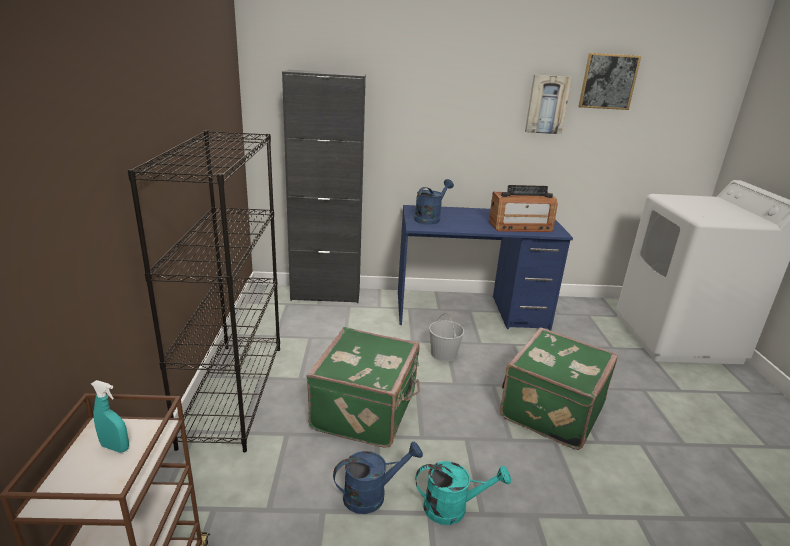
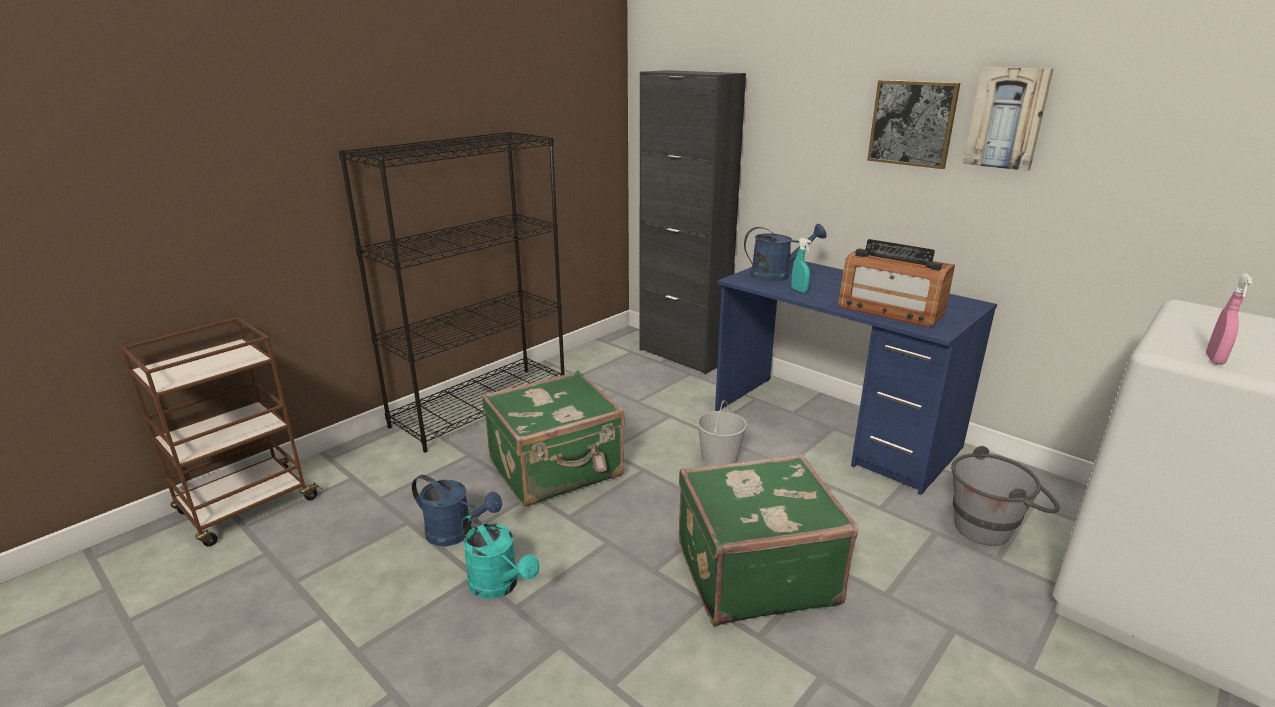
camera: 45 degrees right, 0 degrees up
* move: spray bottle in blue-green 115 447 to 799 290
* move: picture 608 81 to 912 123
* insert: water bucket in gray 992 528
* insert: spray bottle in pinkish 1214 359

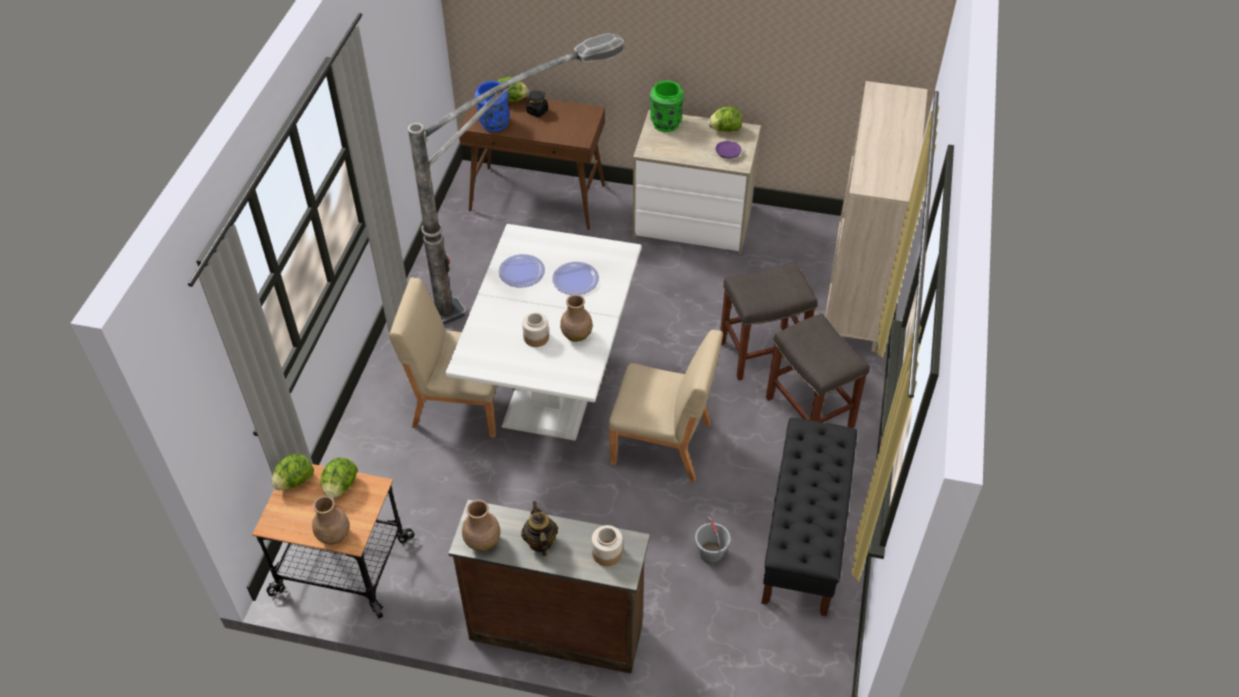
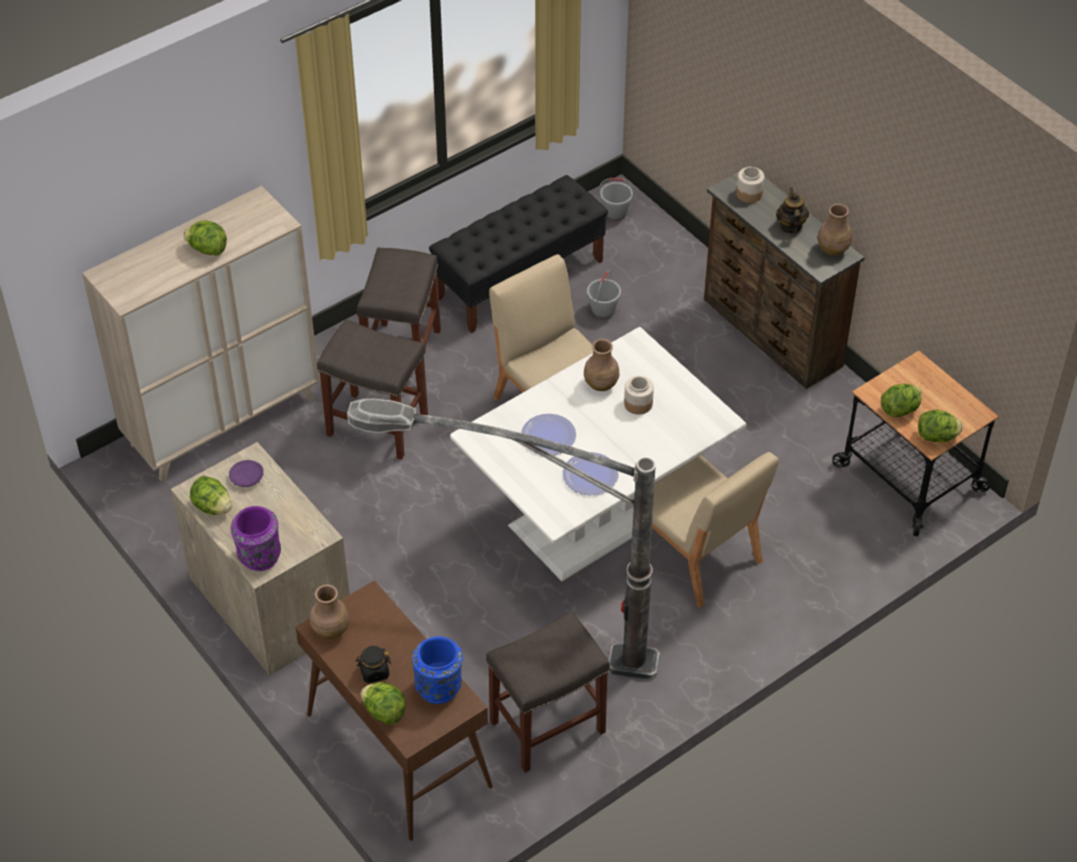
camera: 140 degrees left, 0 degrees up
* insert: lettuce 207 249
* recolor: decorative vase in green 666 123 to decorative vase in purplish 259 557
* move: decorative vase in brown-coloured 334 536 to 331 629
* insert: stool seat in gray 546 728
* insert: water bucket in gray 615 213
* rotate: tea pot 540 542 = 790 226 150 degrees clockwise

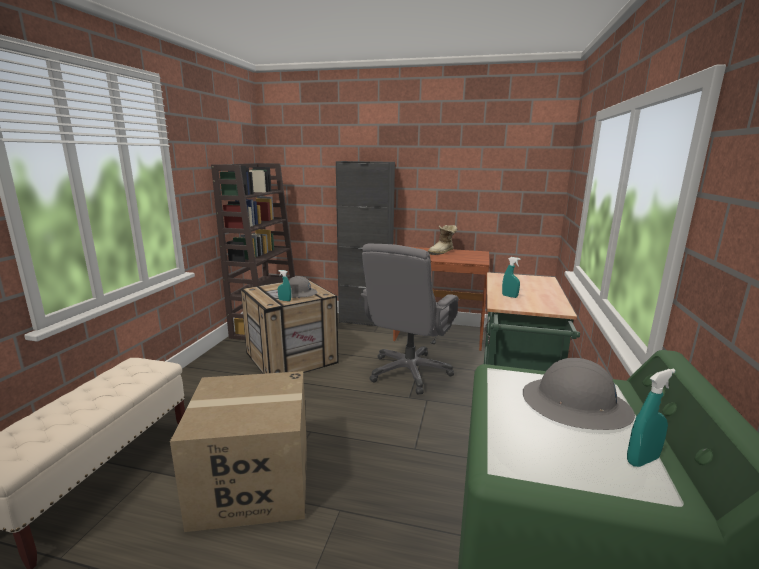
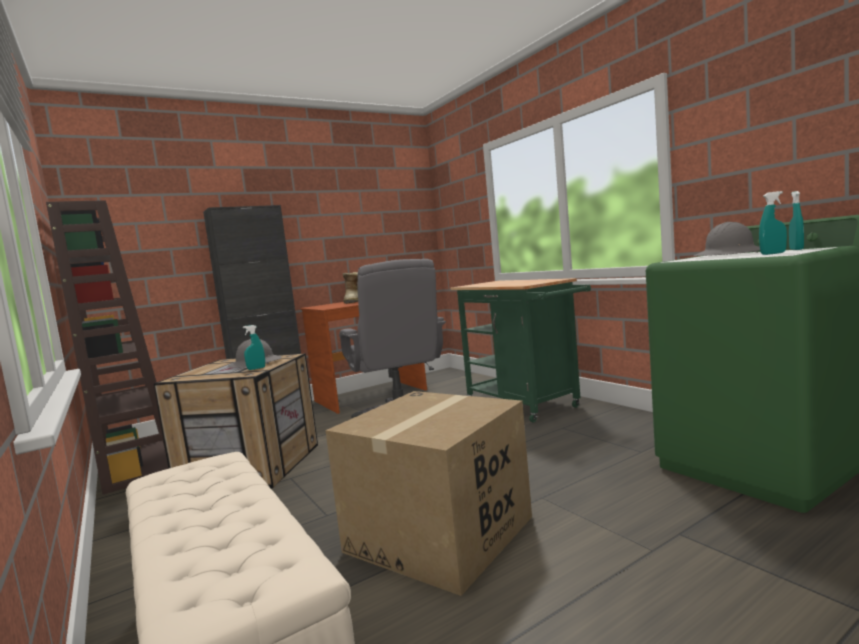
camera: 45 degrees left, 10 degrees down
* move: spray bottle in blue-green 509 296 to 773 253

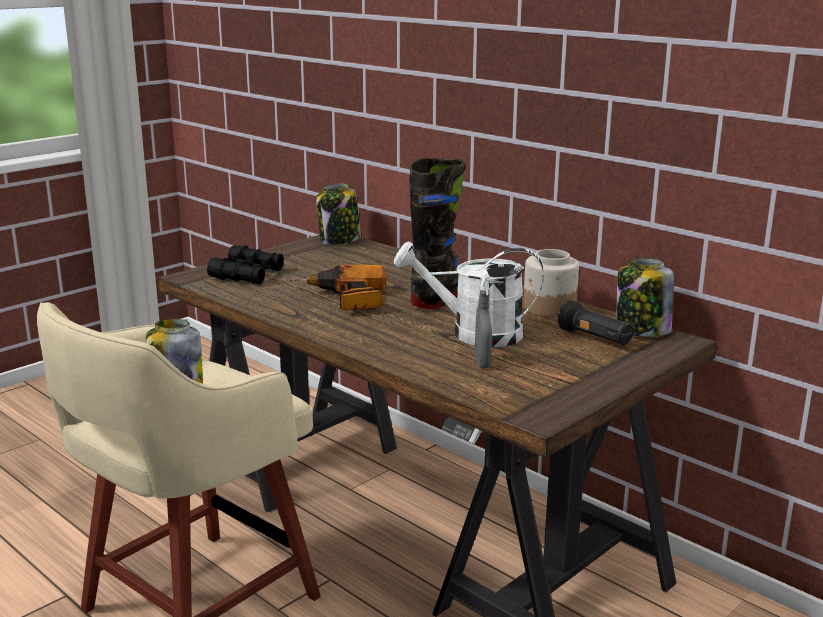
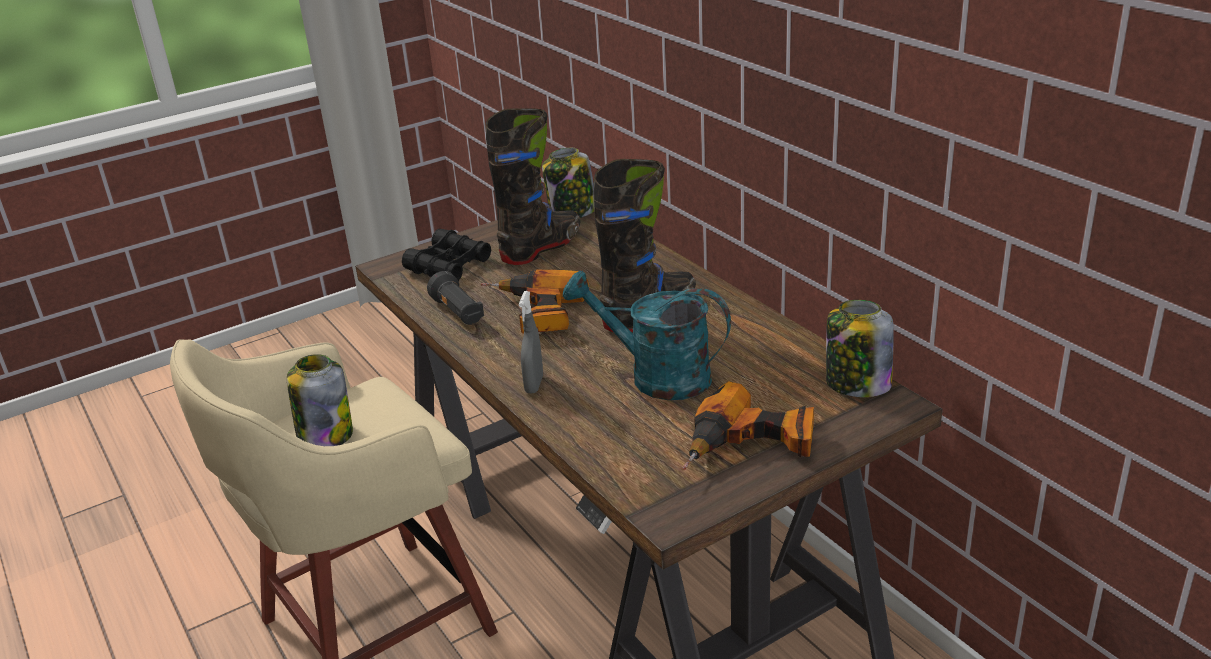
camera: 15 degrees right, 10 degrees up
* move: torch in black 595 339 to 458 313
* insert: high-top boot in black 541 247
* move: spray bottle in gray 482 362 to 534 384
* recolor: sprinkling can in white-coloured 473 334 to sprinkling can in blue-green 656 376
* insert: electric drill 751 447
* delete: preserve jar 549 308

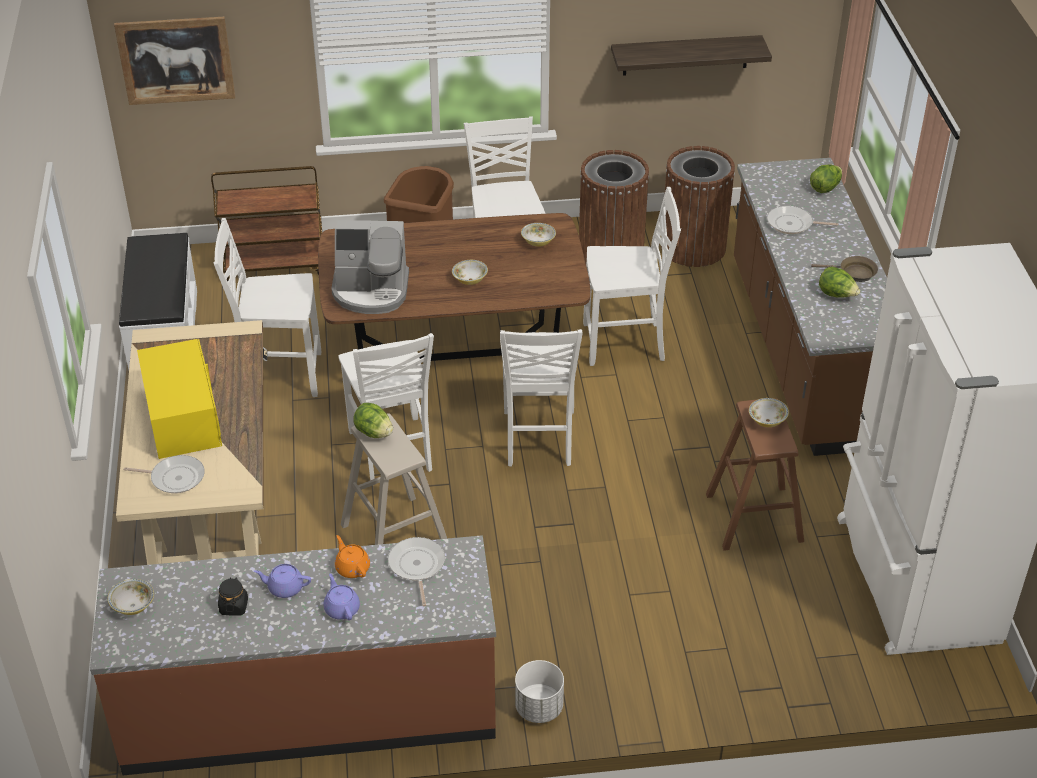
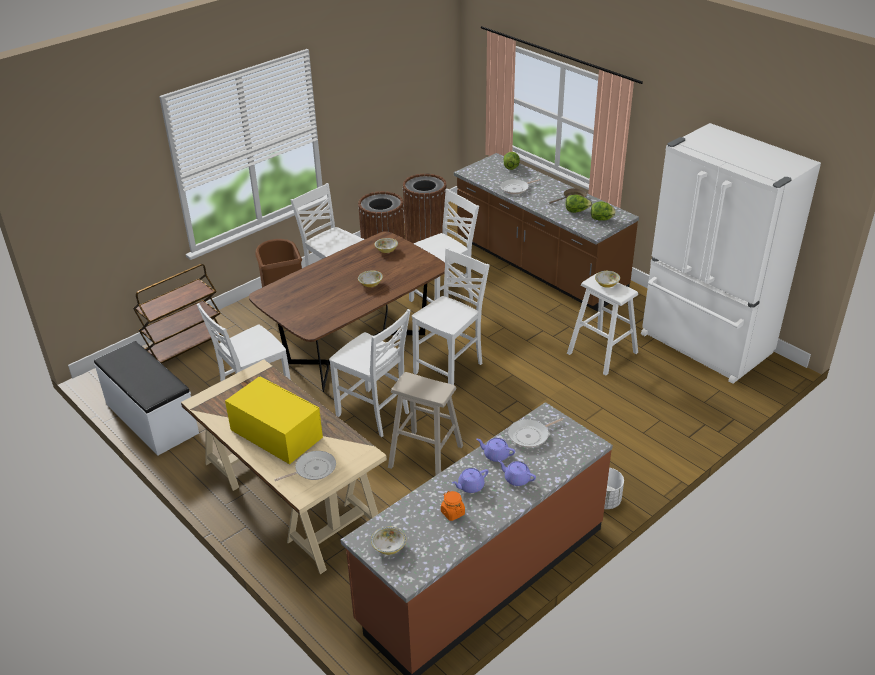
camera: 35 degrees left, 5 degrees down
* rotate: chair in white-coloured 538 439 = 450 368 105 degrees counterclockwise
* recolor: preserve jar in black 234 606 to preserve jar in orange 452 513
* recolor: tea pot in orange 352 567 to tea pot in purplish 495 455
* rotate: skillet 417 566 = 530 435 75 degrees counterclockwise
* recolor: stool seat in brown-coloured 754 518 to stool seat in white-coloured 602 353
* move: lettuce 374 433 to 601 219
* delete: picture 176 60
* delete: coffee maker 371 291
* delete: shelf 685 55

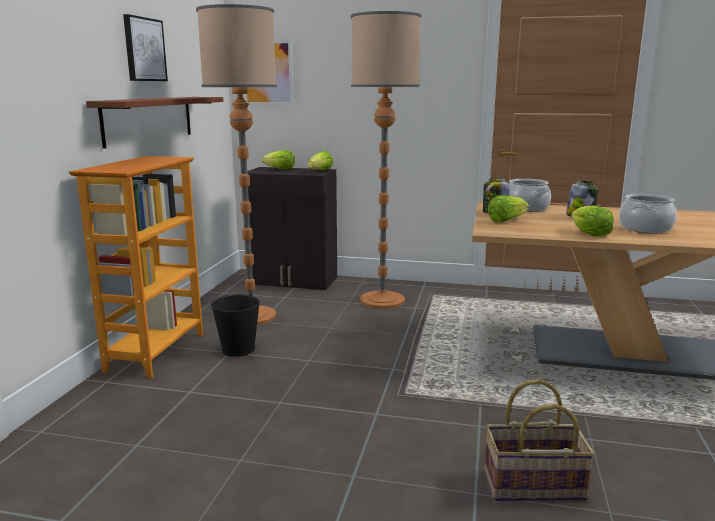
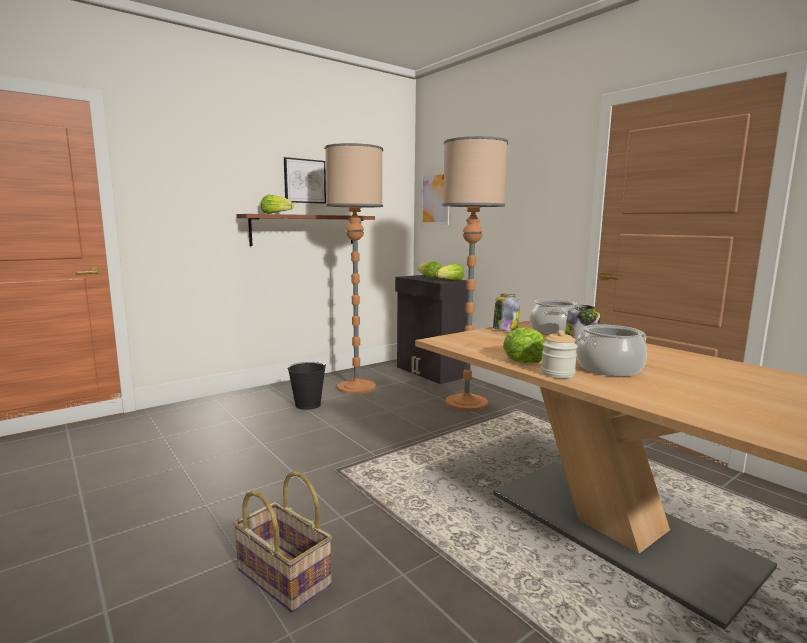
camera: 40 degrees right, 5 degrees down
* move: lettuce 506 221 to 276 214
* insert: preserve jar 557 374
* delete: bookcase 155 352

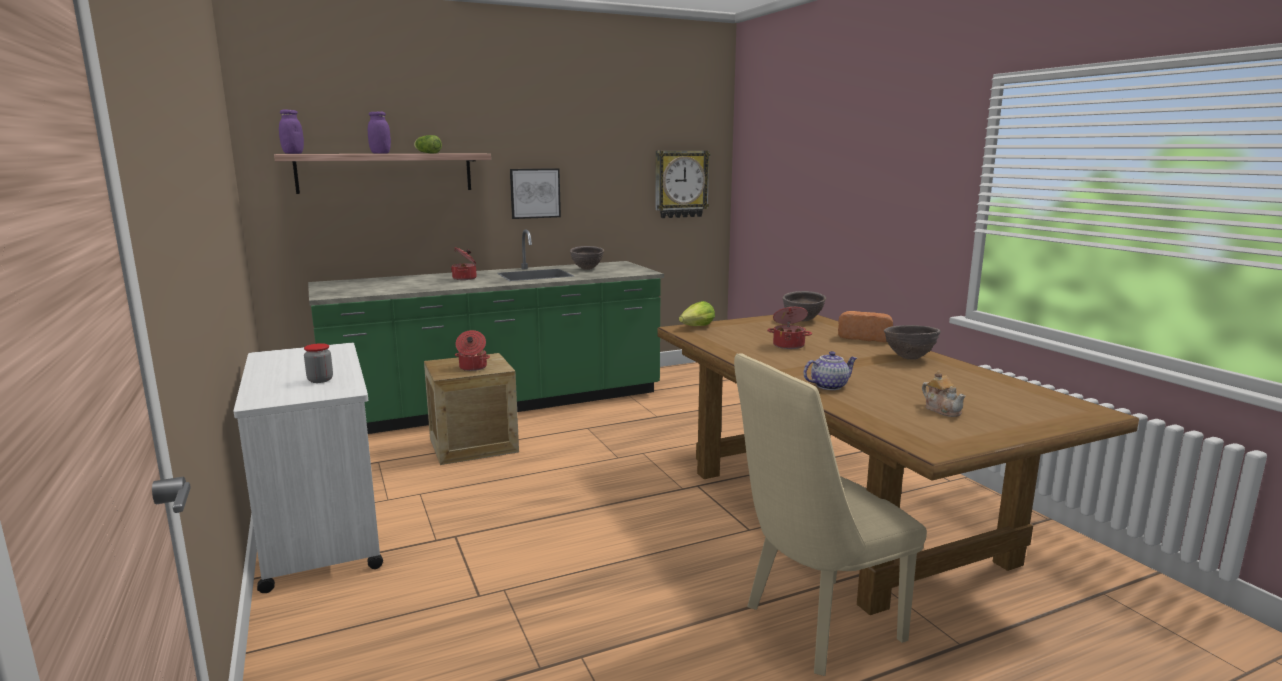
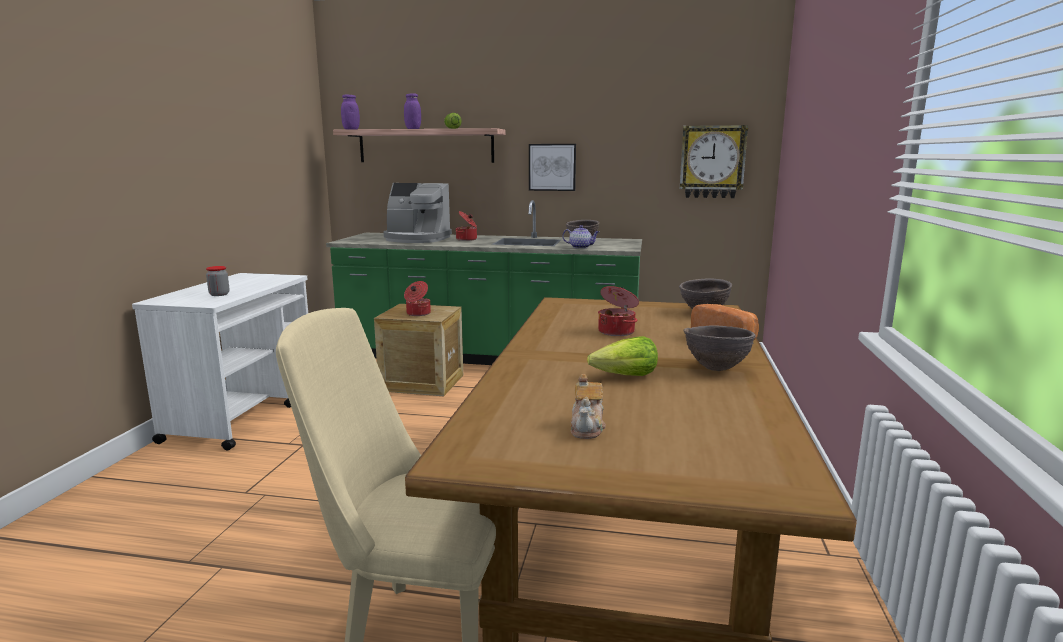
camera: 35 degrees right, 0 degrees up
* insert: coffee maker 416 239
* move: tea pot 829 386 to 580 247
* move: lettuce 697 327 to 625 376

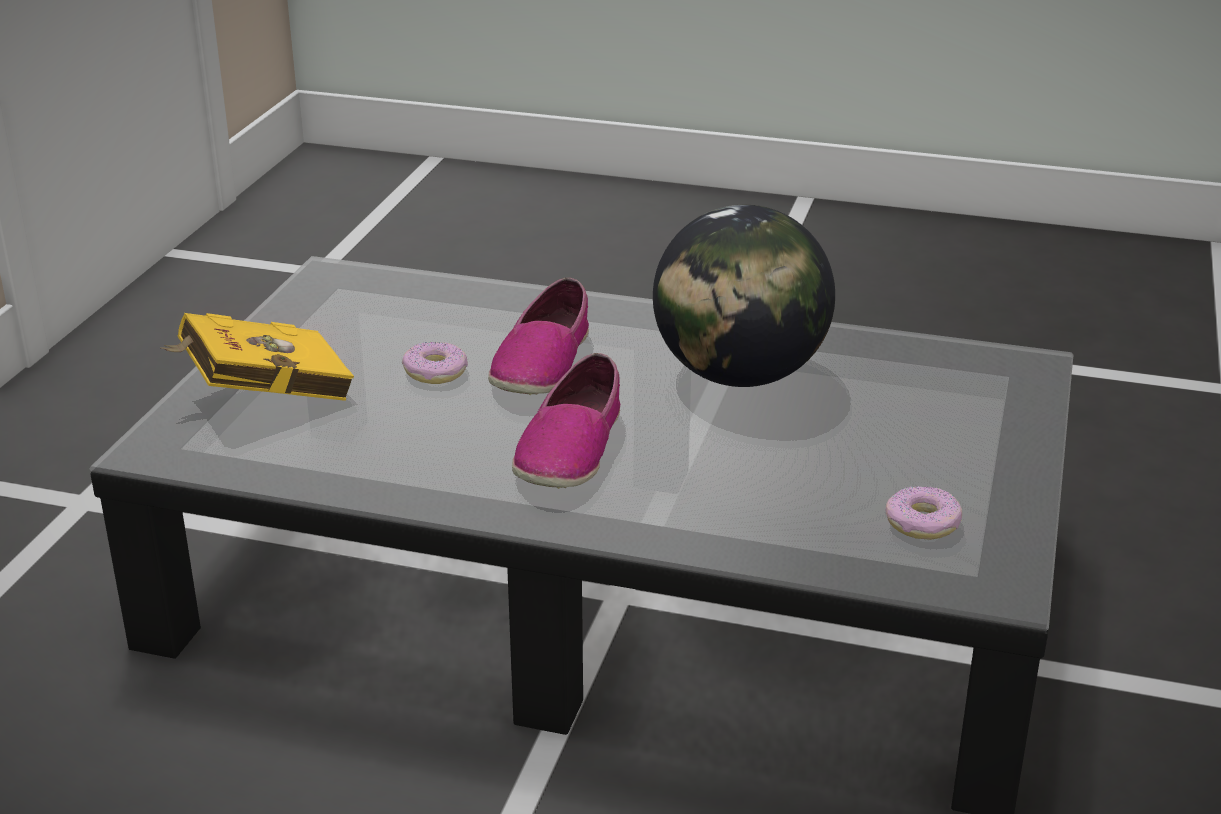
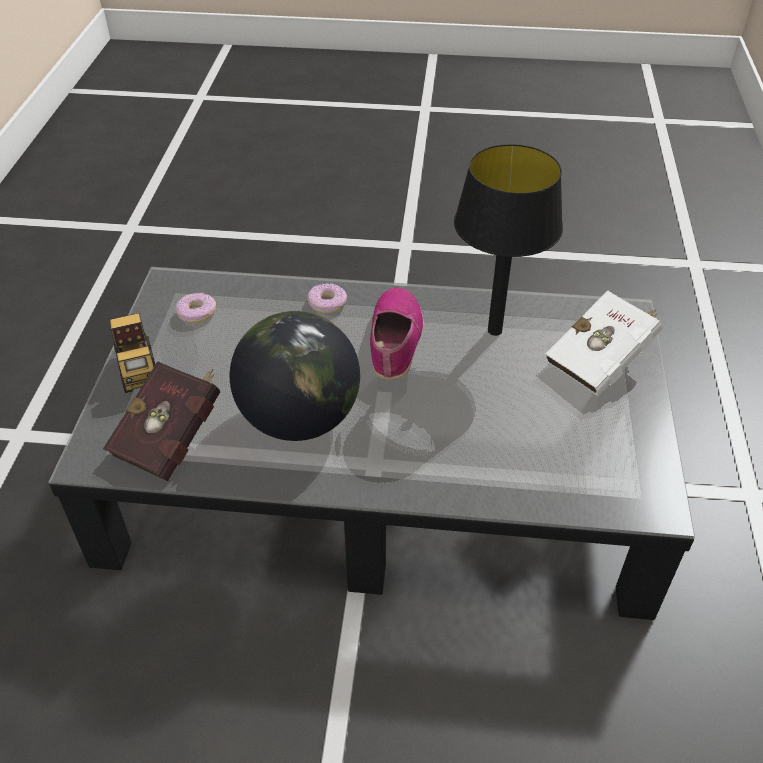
camera: 170 degrees right, 15 degrees up
* insert: book in reddish 173 437
* insert: model truck 138 369
* move: ring doughnut 436 372 to 327 303
* insert: lamp for a table in black 495 330
* recolor: book in yellow-coloured 261 395 to book in white-coloured 602 361
* delete: low shoe 542 364

